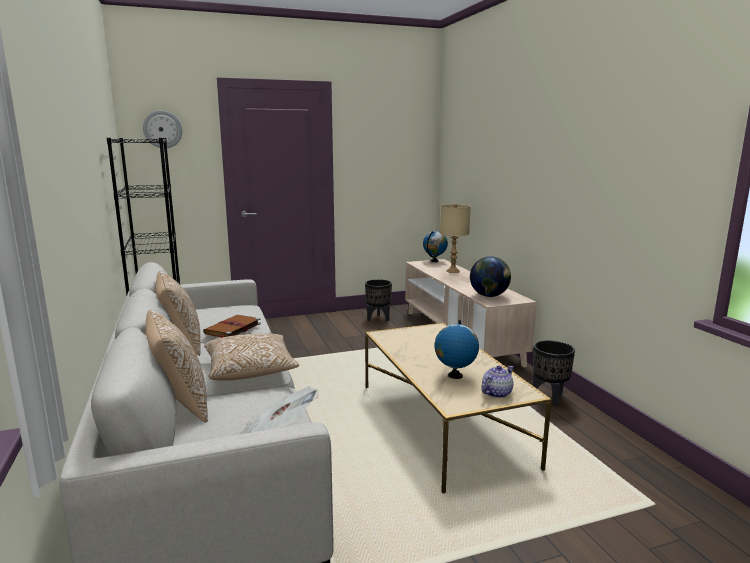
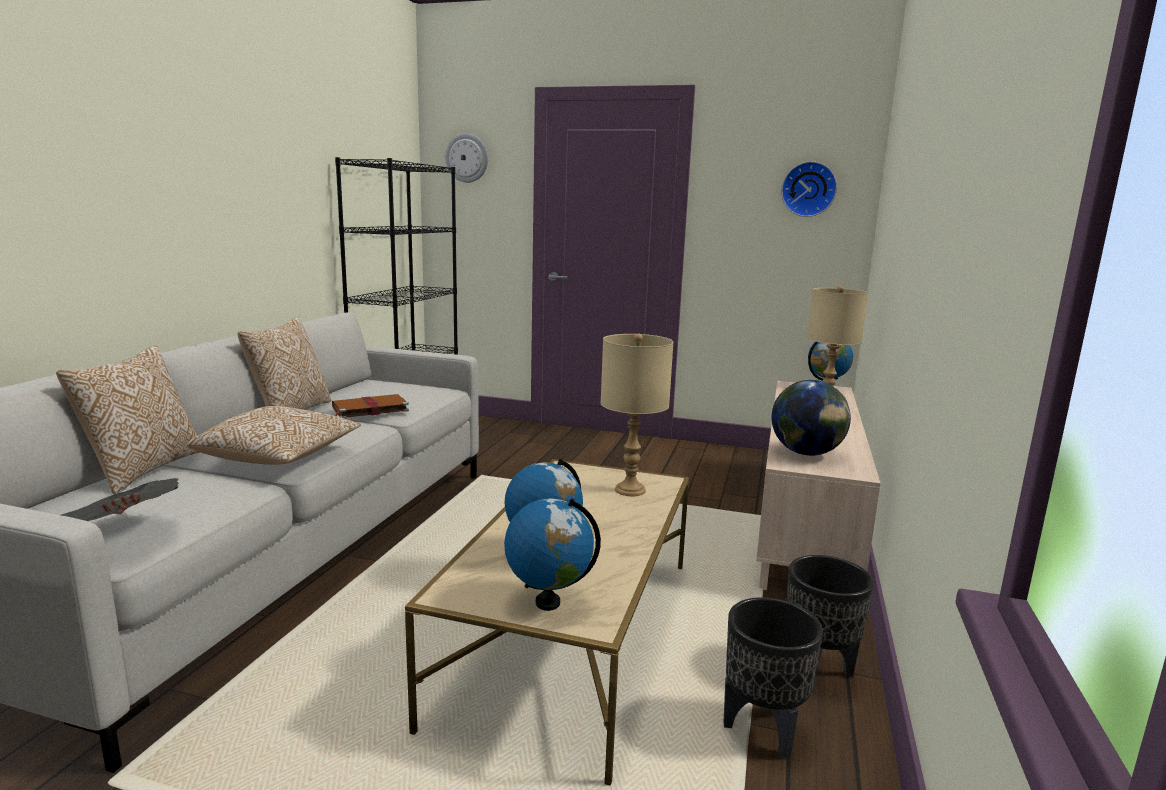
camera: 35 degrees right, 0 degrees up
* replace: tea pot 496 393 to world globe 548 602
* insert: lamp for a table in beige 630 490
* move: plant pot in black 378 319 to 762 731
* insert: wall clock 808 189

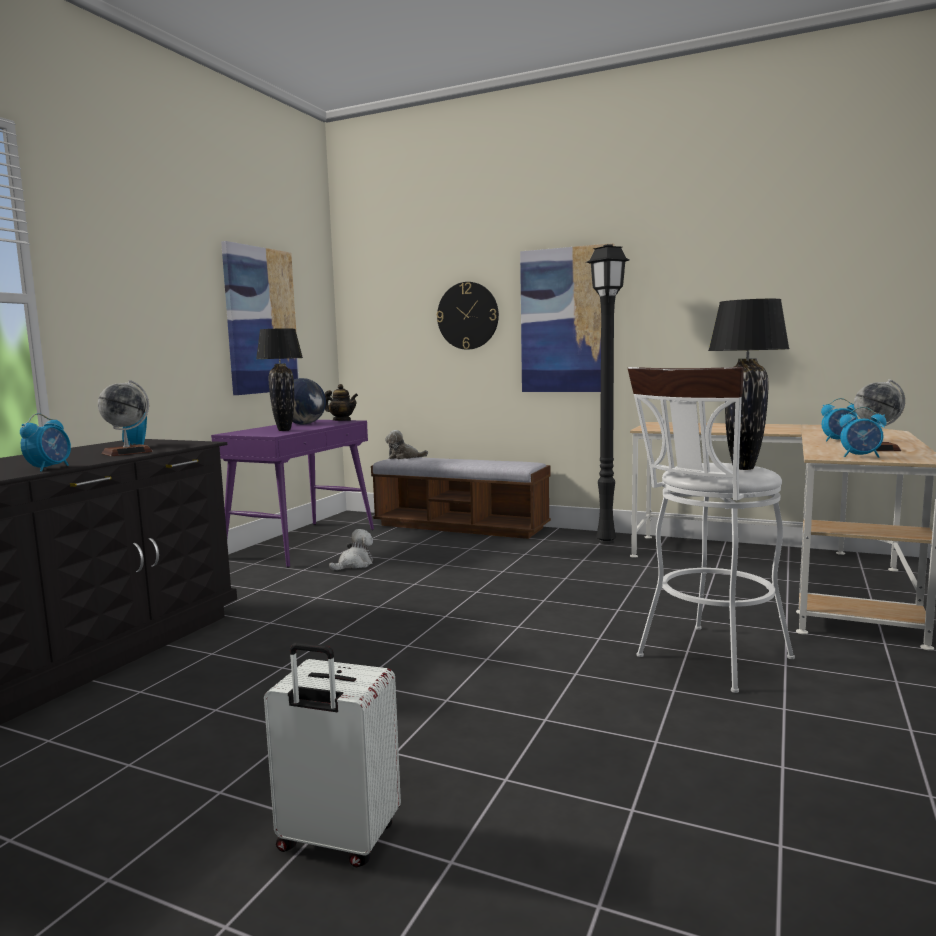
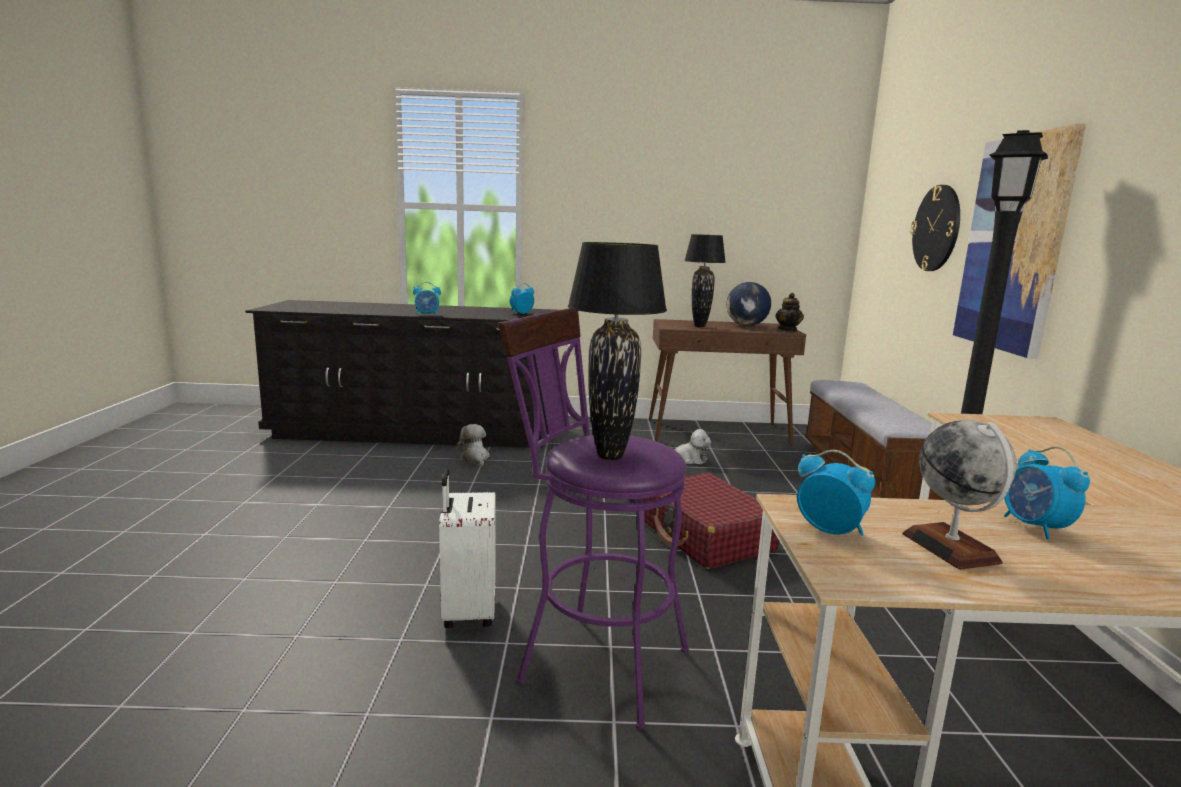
camera: 65 degrees right, 5 degrees up
* move: travel case in white-coloured 337 841 to 467 612
* move: plush toy 404 457 to 475 458
* recolor: stool seat in white-coloured 707 660 to stool seat in purplish 591 661
* insert: travel case in reddish 706 536
* recolor: hall table in purplish 302 543 to hall table in brown-coloured 717 432
* rotate: alarm clock 861 456 = 830 530 135 degrees clockwise
* delete: world globe 127 452
* delete: picture 261 321

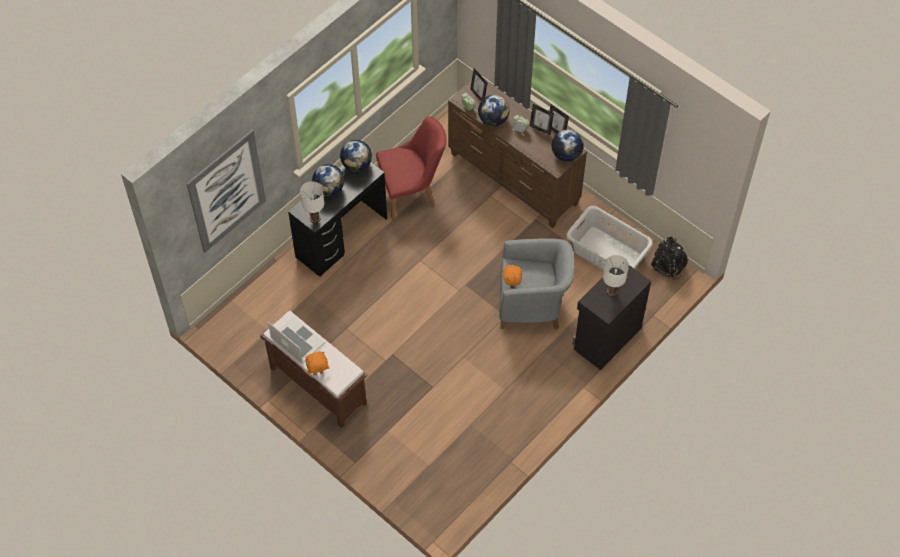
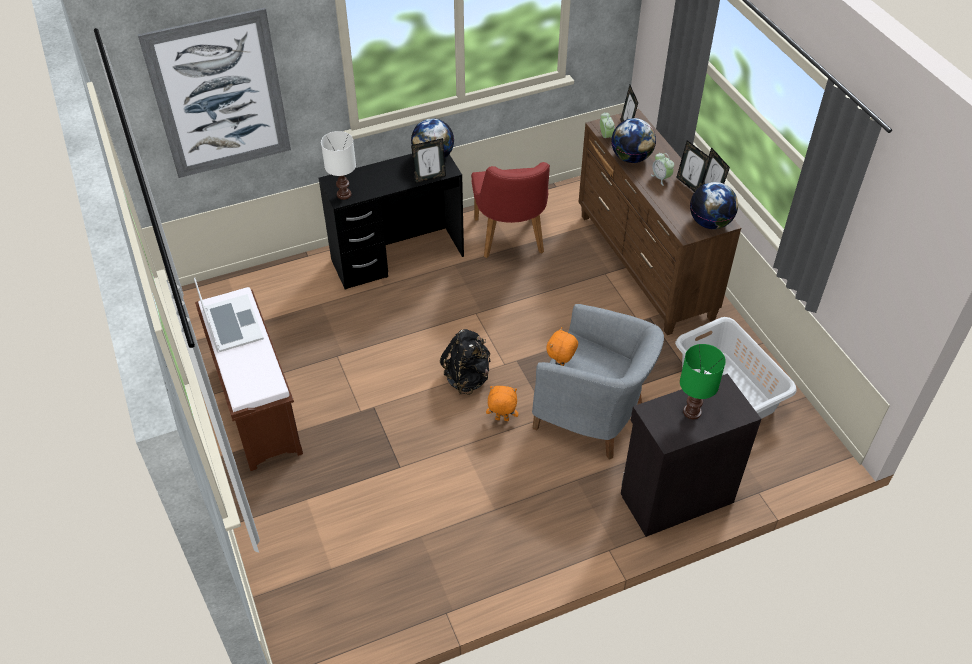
camera: 25 degrees right, 10 degrees down
* insert: photo frame 429 178
* move: backpack in black 668 266 to 467 378
* rotate: chair in reddish 412 193 = 511 240 75 degrees clockwise
* move: plush toy in orange 318 374 to 501 420
* recolor: lamp for a table in white-coloured 611 292 to lamp for a table in green 691 412
* delete: world globe 329 189

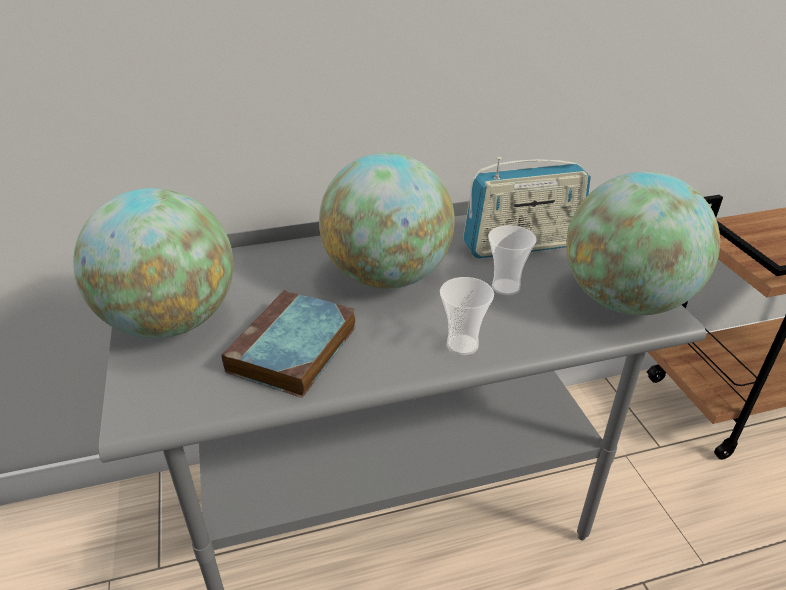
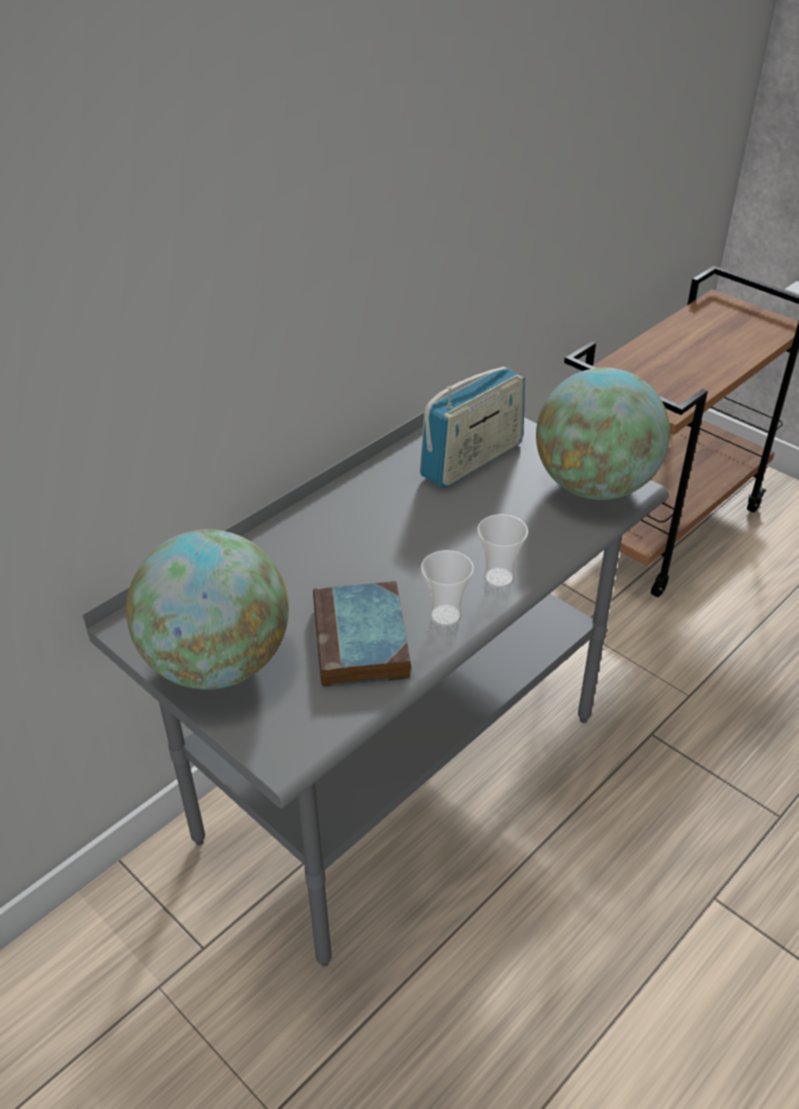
camera: 30 degrees left, 5 degrees up
* move: cup 505 287 to 445 615
* delete: world globe 387 277

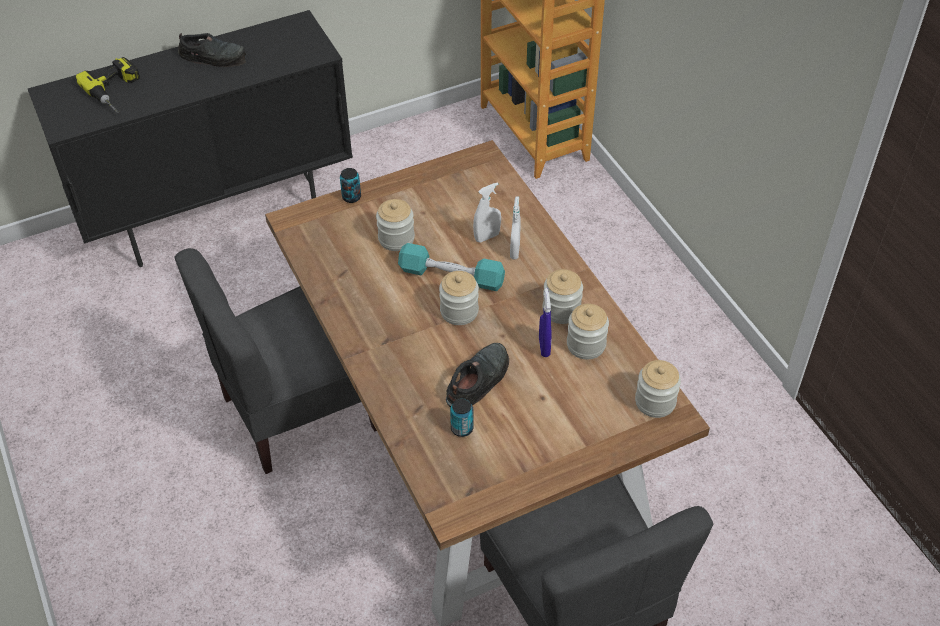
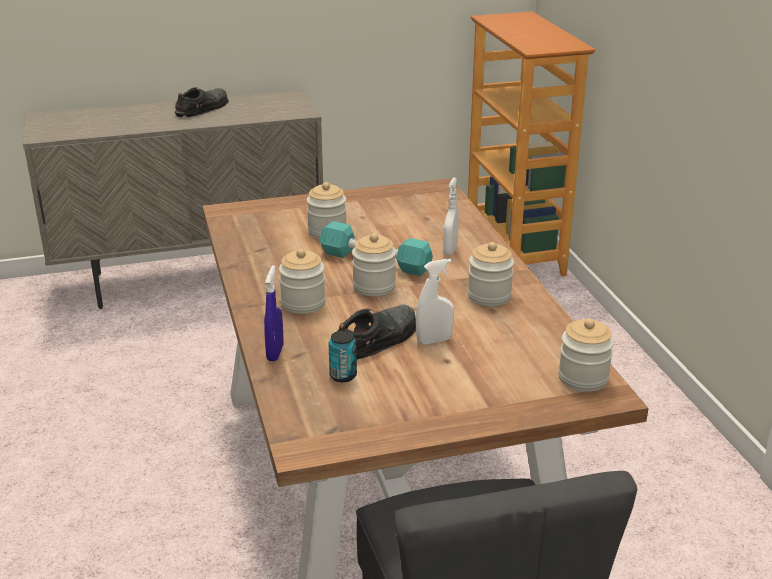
camera: 10 degrees right, 20 degrees down
* recolor: storage cabinet in black 219 213 to storage cabinet in beige 191 279
* rotate: low shoe in black 214 57 = 203 108 75 degrees counterclockwise
* move: spray bottle in blue 544 347 to 275 353
* move: preserve jar 586 345 to 303 303
* move: spray bottle in white-coloured 487 237 to 434 340
* delete: electric drill 118 91
* delete: chair in gray 299 412
* delete: metal can 351 197

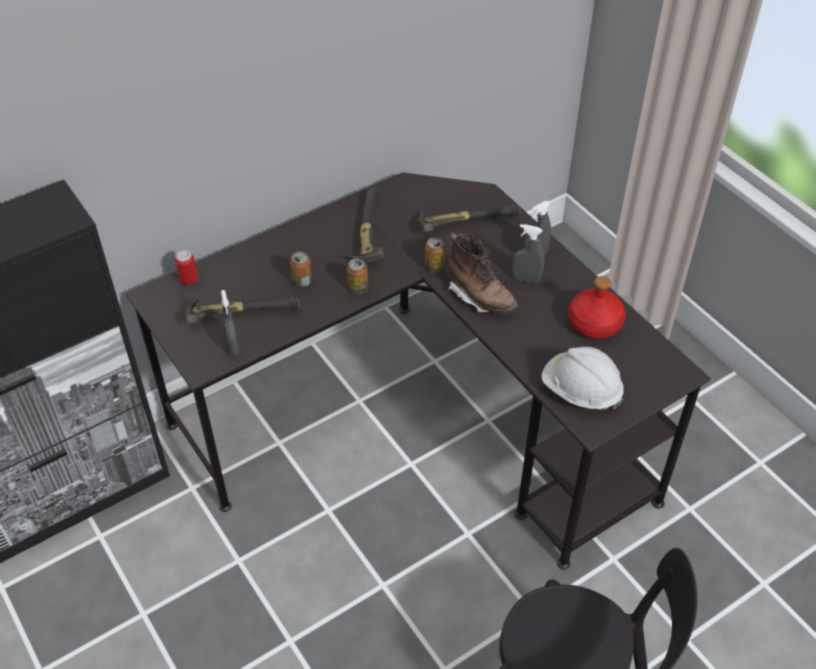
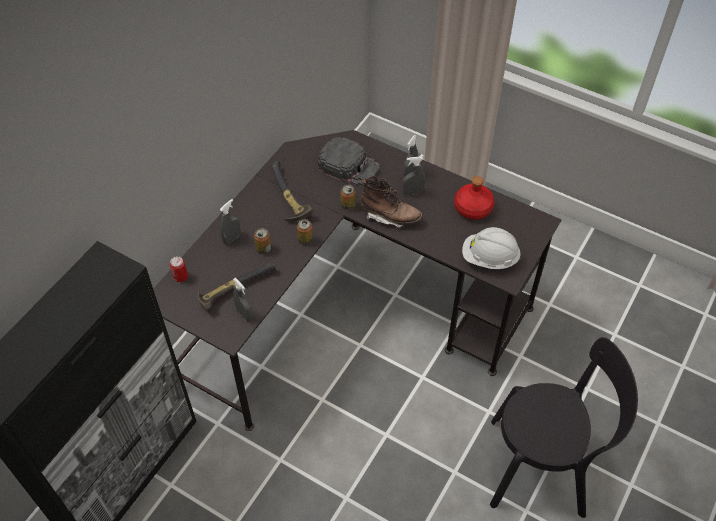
camera: 25 degrees left, 5 degrees up
* insert: spray bottle in gray 232 238
* replace: tool hammer 464 222 to baseball cap in black 349 166

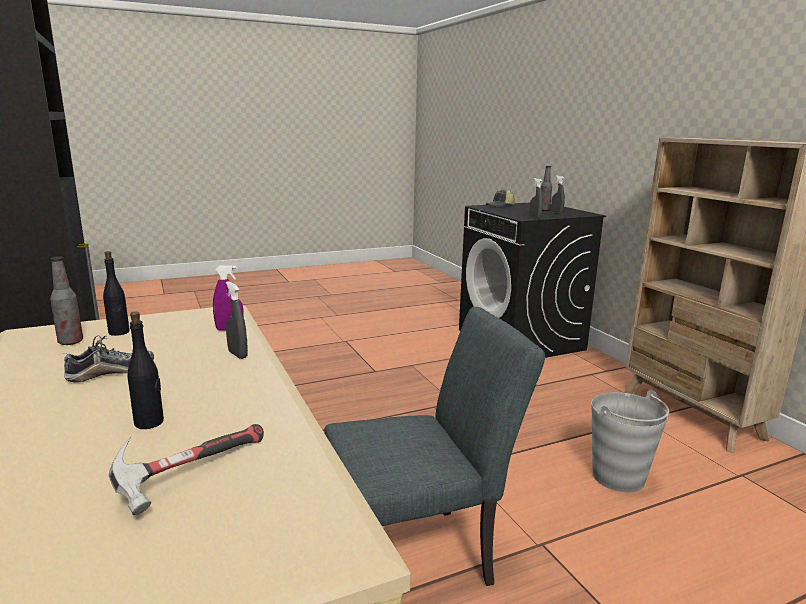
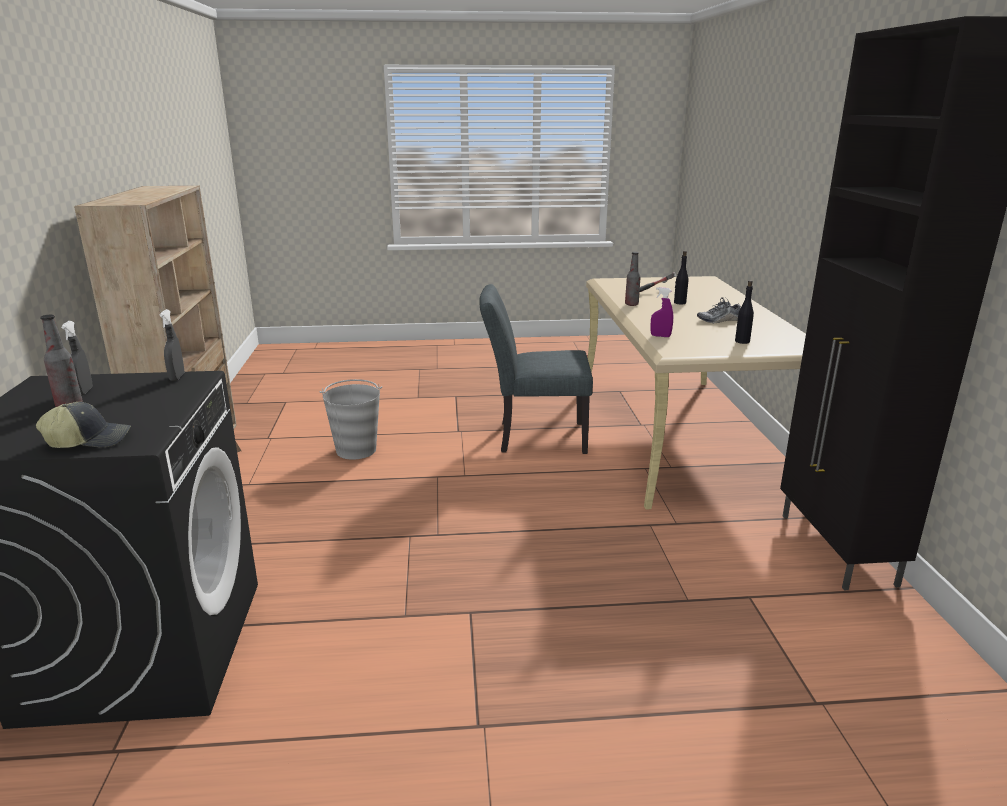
camera: 160 degrees left, 5 degrees up
* move: beverage bottle 71 342 to 631 304
* delete: spray bottle in gray 237 354

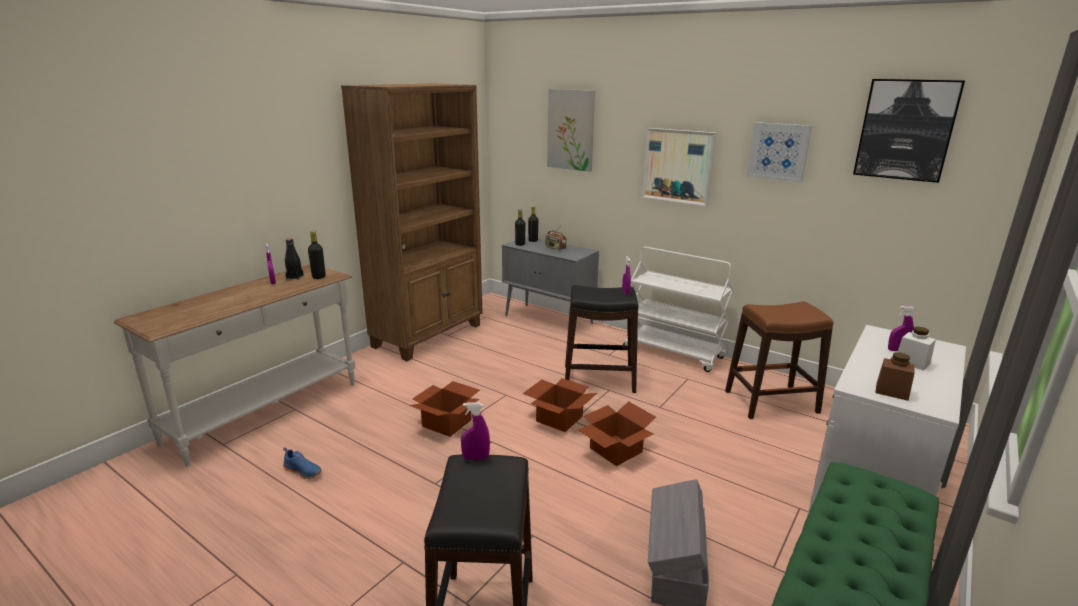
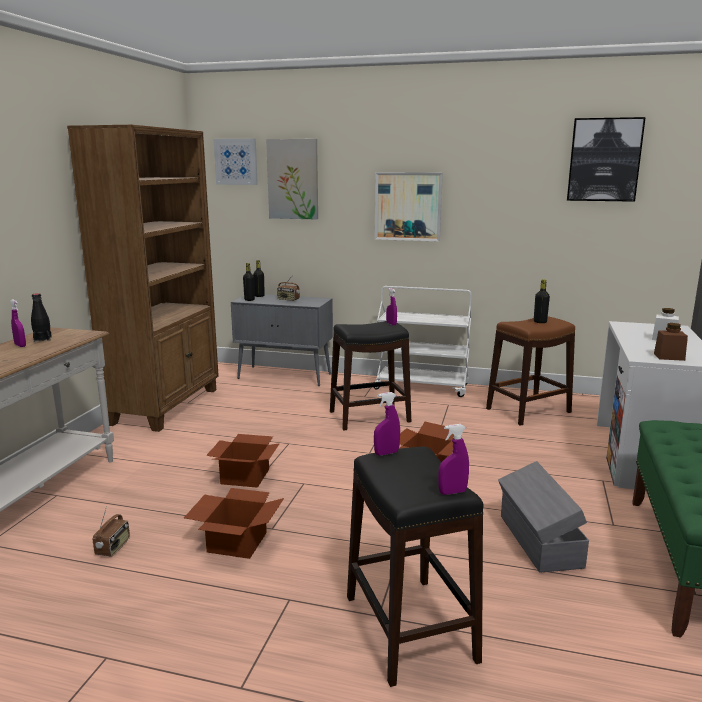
camera: 20 degrees left, 5 degrees down
* replace: low shoe in blue 303 471 to radio 113 548
* move: cardboard box 558 418 to 236 541
* move: picture 778 151 to 236 161
* move: spray bottle in purplish 897 350 to 452 492
* move: beverage bottle in black 319 277 to 540 322

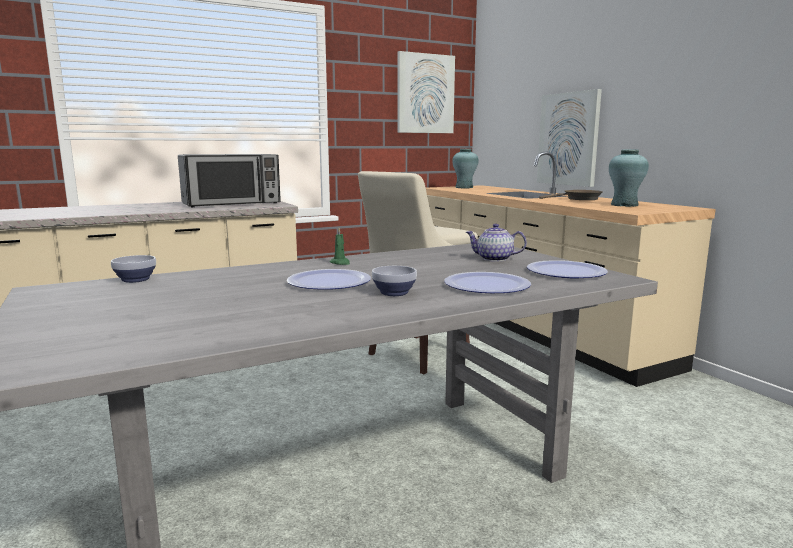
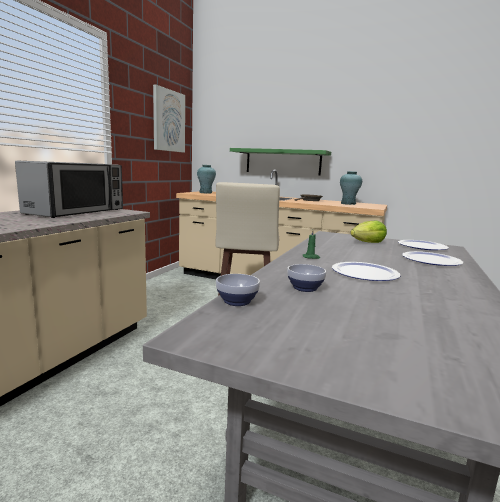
camera: 40 degrees left, 0 degrees up
* replace: picture 568 139 to shelf in green 283 162
* move: serving bowl 392 293 to 304 288
* replace: tea pot 494 259 to lettuce 368 243

